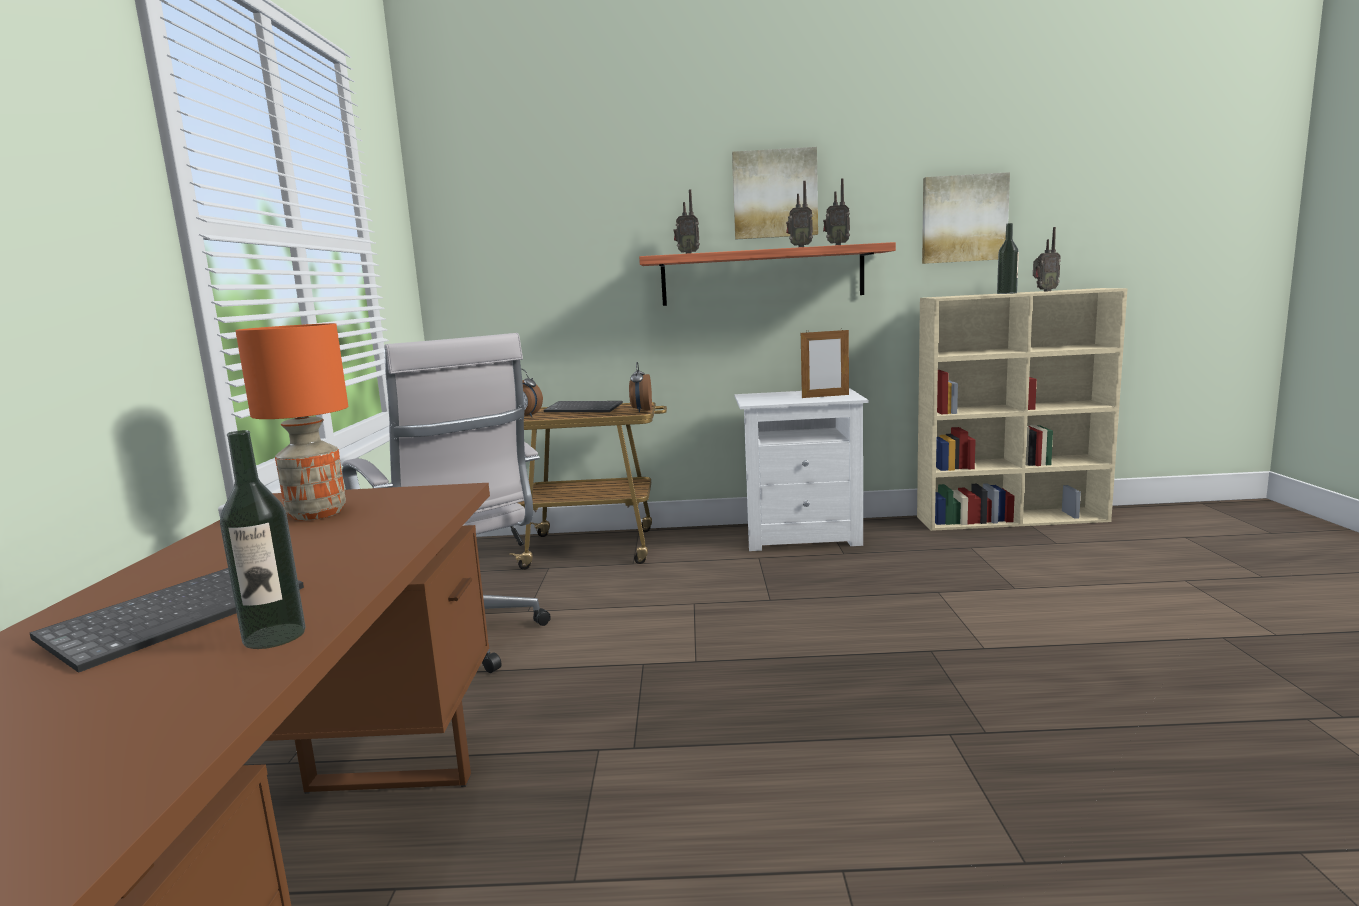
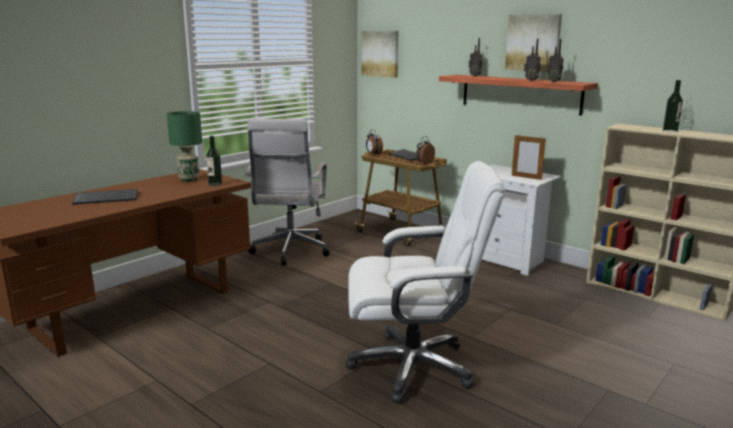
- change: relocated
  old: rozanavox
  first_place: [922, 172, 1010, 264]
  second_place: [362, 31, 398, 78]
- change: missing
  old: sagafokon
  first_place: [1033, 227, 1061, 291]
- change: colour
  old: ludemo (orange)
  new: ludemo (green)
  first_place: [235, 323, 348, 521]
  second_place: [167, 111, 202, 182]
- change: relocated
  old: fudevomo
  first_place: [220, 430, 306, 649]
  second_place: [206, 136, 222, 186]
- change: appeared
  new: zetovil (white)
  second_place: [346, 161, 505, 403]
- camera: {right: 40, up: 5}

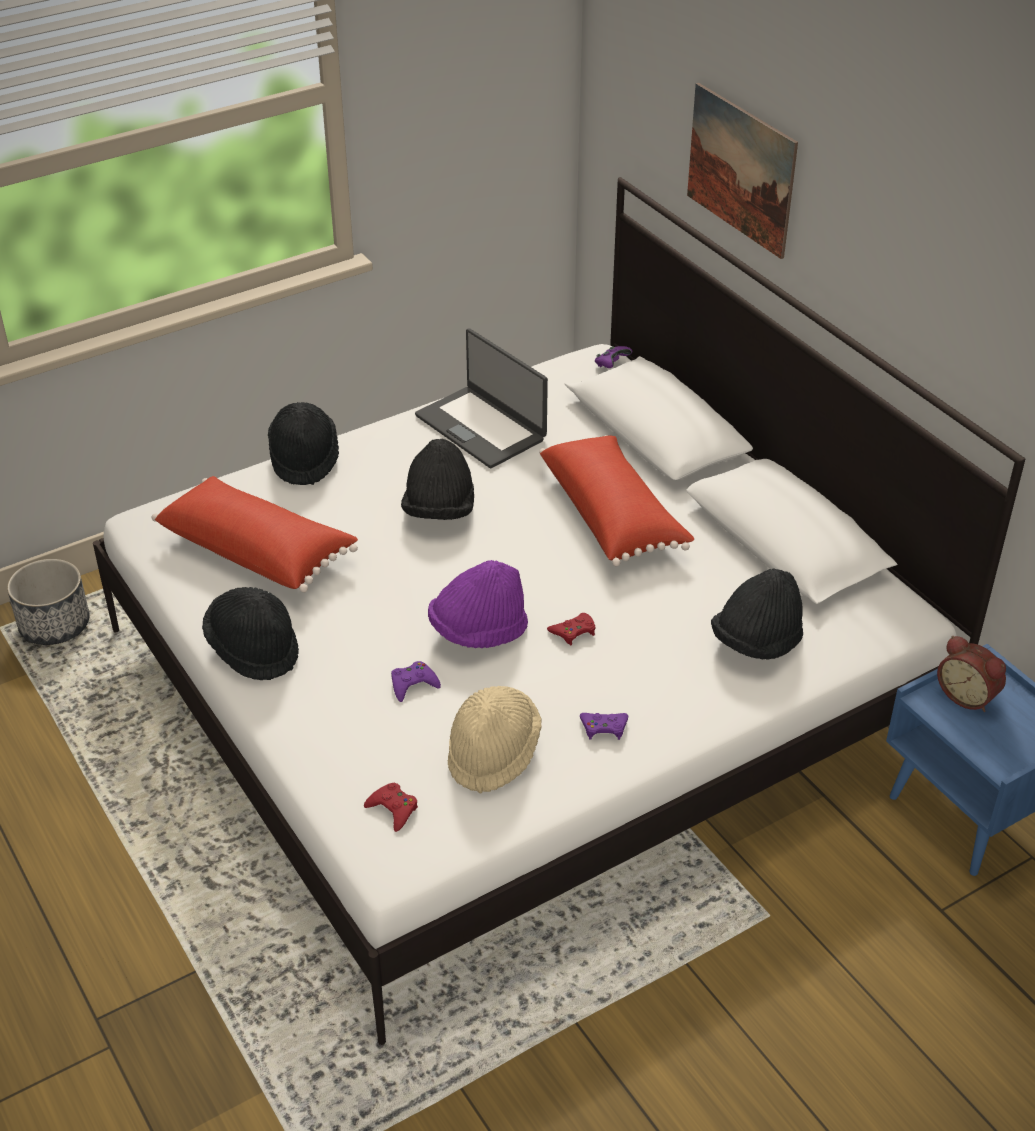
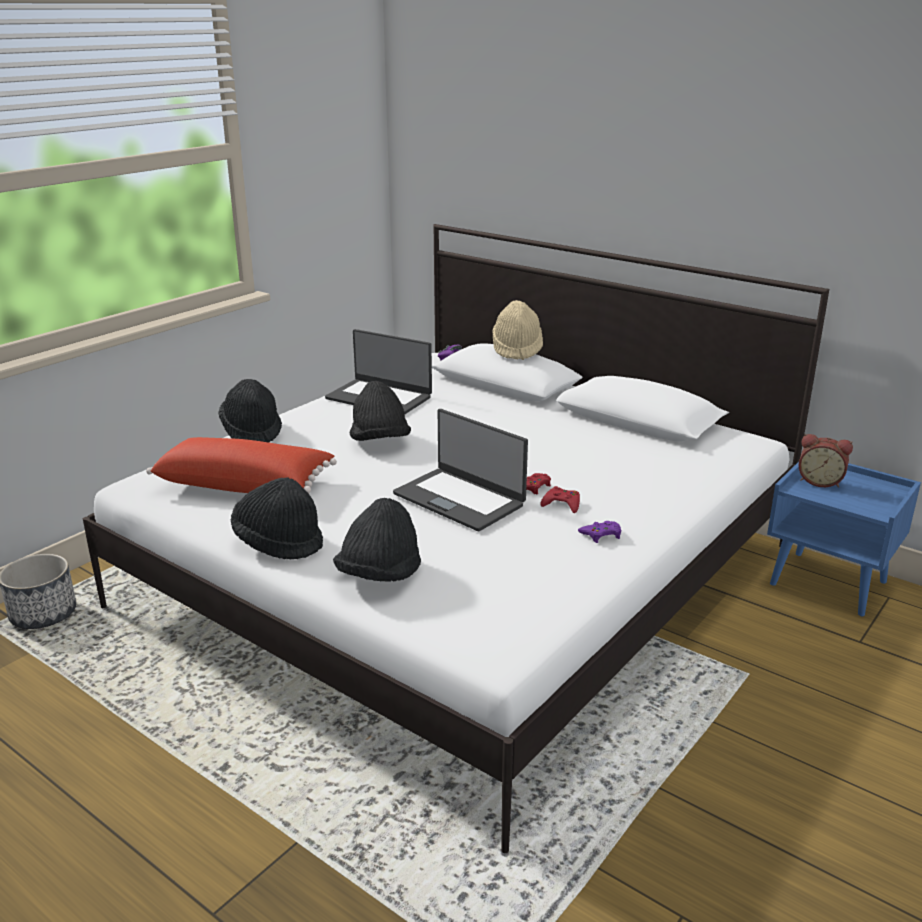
- change: missing
  old: rozanavox
  first_place: [687, 83, 798, 259]
- change: missing
  old: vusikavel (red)
  first_place: [539, 435, 694, 566]
- change: exchanged
  old: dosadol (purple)
  new: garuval
  first_place: [428, 560, 528, 648]
  second_place: [393, 409, 528, 531]
- change: relocated
  old: dosadol (black)
  first_place: [711, 568, 803, 660]
  second_place: [333, 498, 421, 582]
- change: missing
  old: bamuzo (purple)
  first_place: [391, 661, 441, 702]
- change: relocated
  old: dosadol (beige)
  first_place: [448, 686, 542, 793]
  second_place: [492, 300, 543, 360]
- change: relocated
  old: bamuzo (red)
  first_place: [364, 783, 418, 832]
  second_place: [540, 486, 580, 513]
- camera: {right: -20, up: -15}

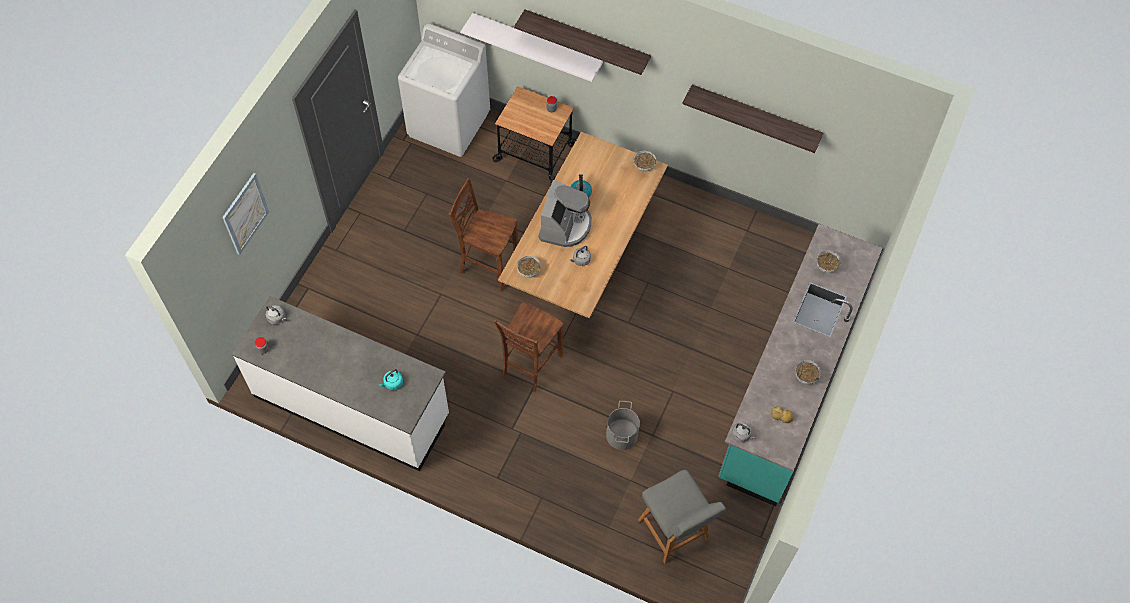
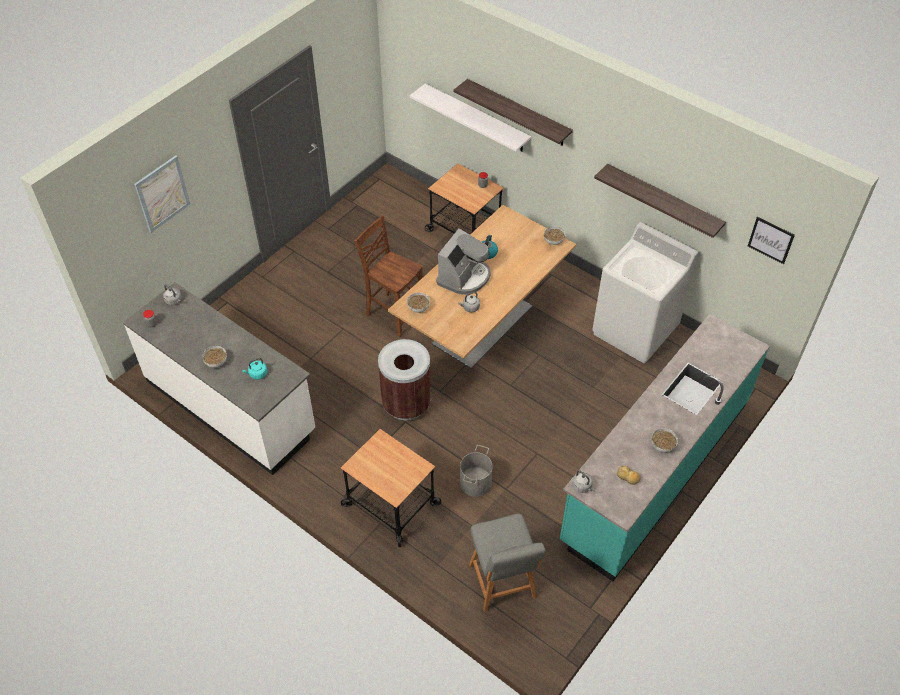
- change: relocated
  old: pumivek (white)
  first_place: [398, 23, 490, 157]
  second_place: [592, 222, 698, 363]
- change: relocated
  old: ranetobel
  first_place: [817, 251, 841, 273]
  second_place: [202, 346, 227, 368]
- change: exchanged
  old: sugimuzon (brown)
  new: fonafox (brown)
  first_place: [494, 302, 563, 393]
  second_place: [378, 339, 431, 420]
- change: appeared
  new: rozanavox
  second_place: [748, 217, 795, 264]
- change: appeared
  new: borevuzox
  second_place: [341, 429, 441, 547]
- camera: {right: 15, up: -10}

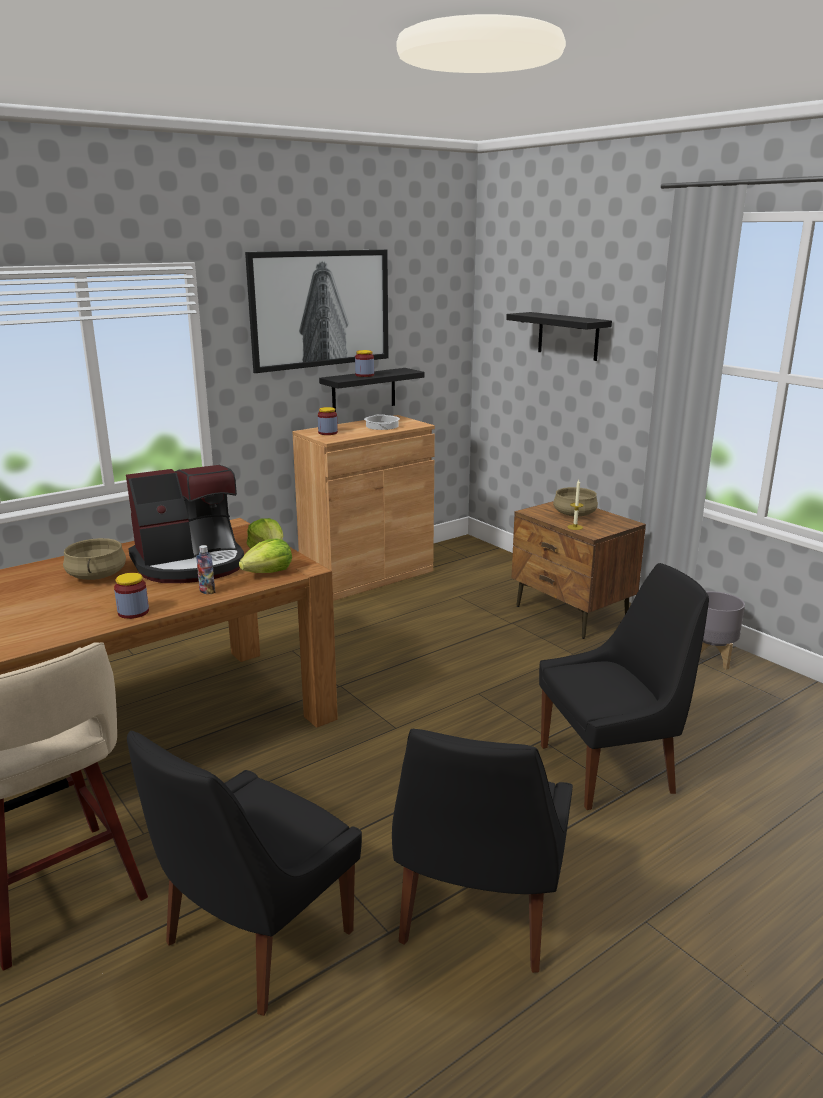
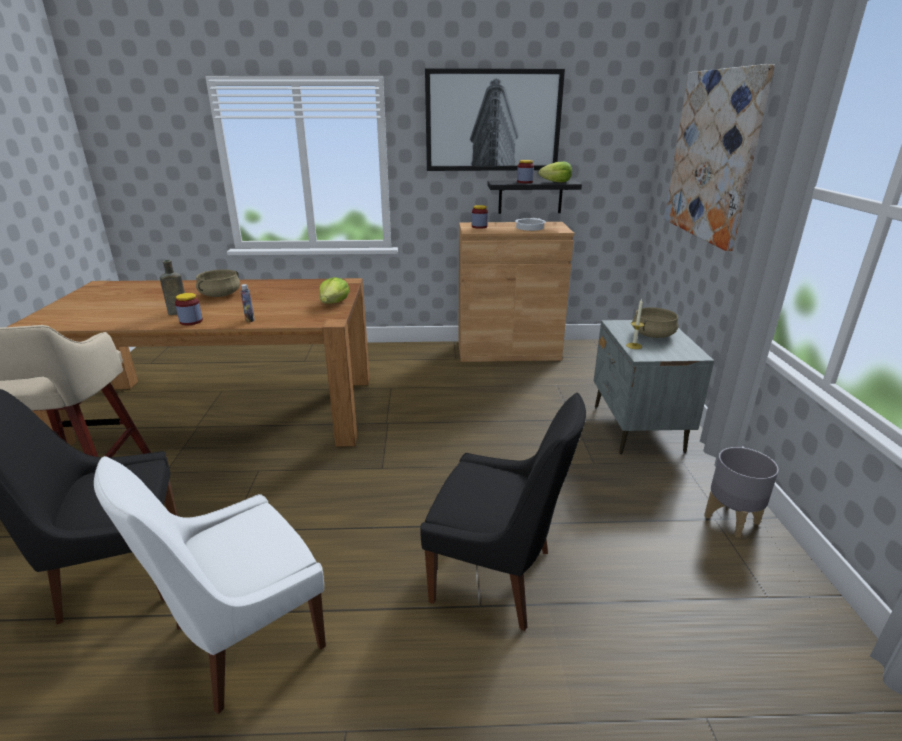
- change: exchanged
  old: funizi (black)
  new: rozanavox
  first_place: [506, 312, 612, 361]
  second_place: [664, 64, 775, 251]
- change: missing
  old: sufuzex
  first_place: [126, 465, 244, 583]
- change: colour
  old: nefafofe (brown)
  new: nefafofe (grey)
  first_place: [511, 501, 646, 639]
  second_place: [594, 320, 714, 454]
- change: relocated
  old: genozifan
  first_place: [239, 539, 292, 573]
  second_place: [539, 161, 572, 182]
- change: colour
  old: sugimuzon (black)
  new: sugimuzon (white)
  first_place: [392, 729, 573, 973]
  second_place: [94, 456, 326, 714]
- change: appeared
  new: fudevomo (brown)
  second_place: [160, 260, 185, 315]
- camera: {right: 35, up: 5}

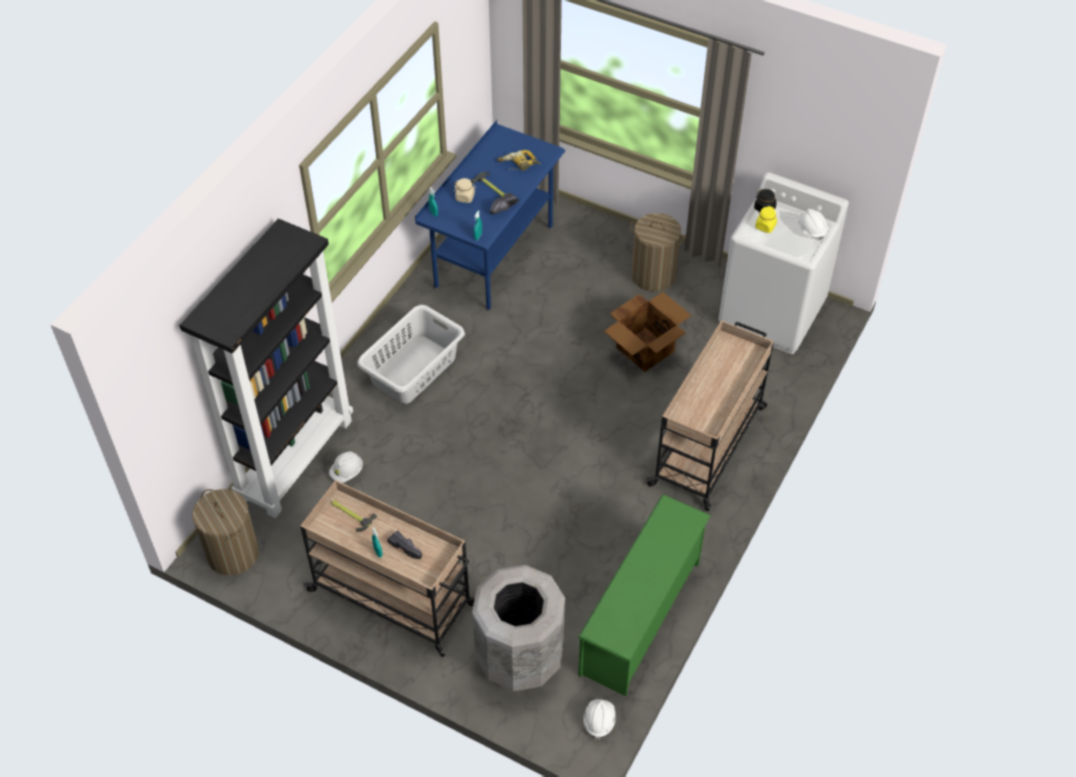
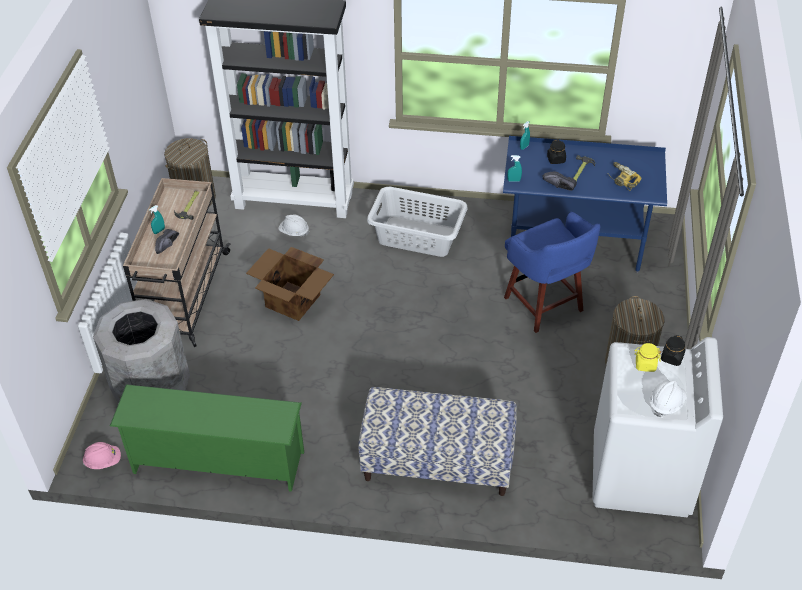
- change: colour
  old: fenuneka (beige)
  new: fenuneka (black)
  first_place: [454, 178, 476, 203]
  second_place: [547, 140, 566, 164]
- change: relocated
  old: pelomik
  first_place: [604, 292, 691, 372]
  second_place: [246, 247, 334, 321]
- change: exchanged
  old: borevuzox (beige)
  new: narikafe
  first_place: [646, 320, 774, 511]
  second_place: [358, 387, 517, 496]
- change: colour
  old: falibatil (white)
  new: falibatil (pink)
  first_place: [583, 699, 615, 739]
  second_place: [83, 442, 121, 469]
- change: appeared
  new: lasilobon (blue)
  second_place: [504, 212, 600, 333]
- camera: {right: 70, up: -5}

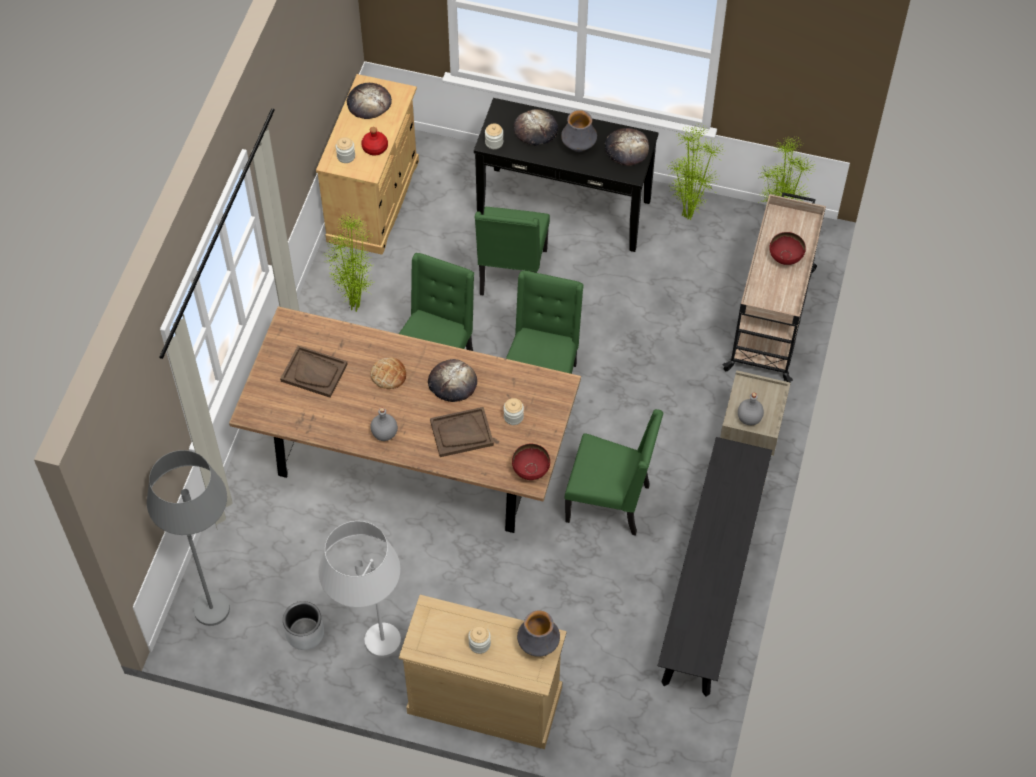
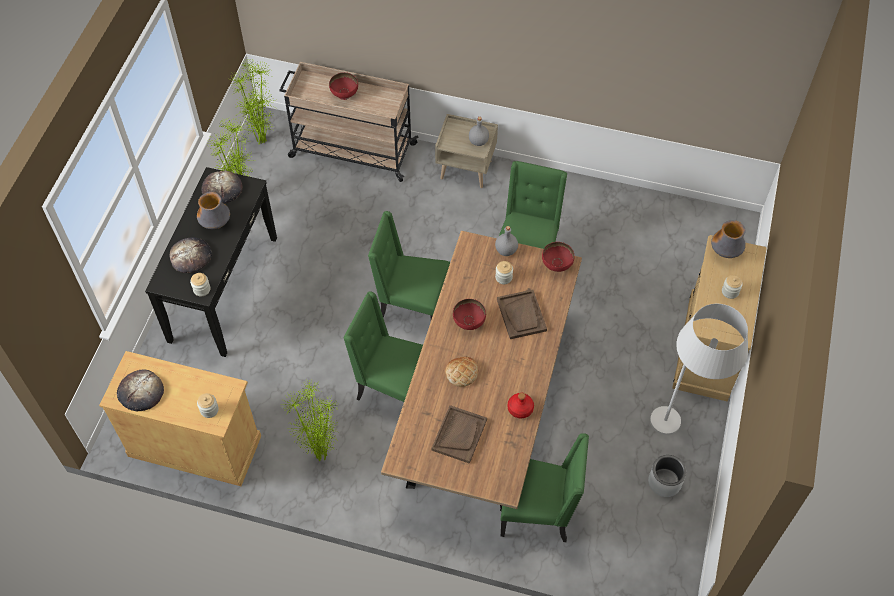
- change: relocated
  old: fudevomo (red)
  first_place: [361, 127, 388, 156]
  second_place: [508, 392, 534, 418]
- change: relocated
  old: sugimuzon (green)
  first_place: [475, 207, 550, 296]
  second_place: [500, 433, 589, 543]
- change: exchanged
  old: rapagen
  new: ranetobel (red)
  first_place: [428, 359, 477, 402]
  second_place: [453, 299, 486, 330]
- change: relocated
  old: fudevomo (grey)
  first_place: [370, 407, 398, 441]
  second_place: [495, 226, 518, 256]
- change: missing
  old: narikafe (black)
  first_place: [658, 437, 772, 697]
- change: missing
  old: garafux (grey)
  first_place: [147, 450, 230, 626]
- camera: {right: -90, up: 0}

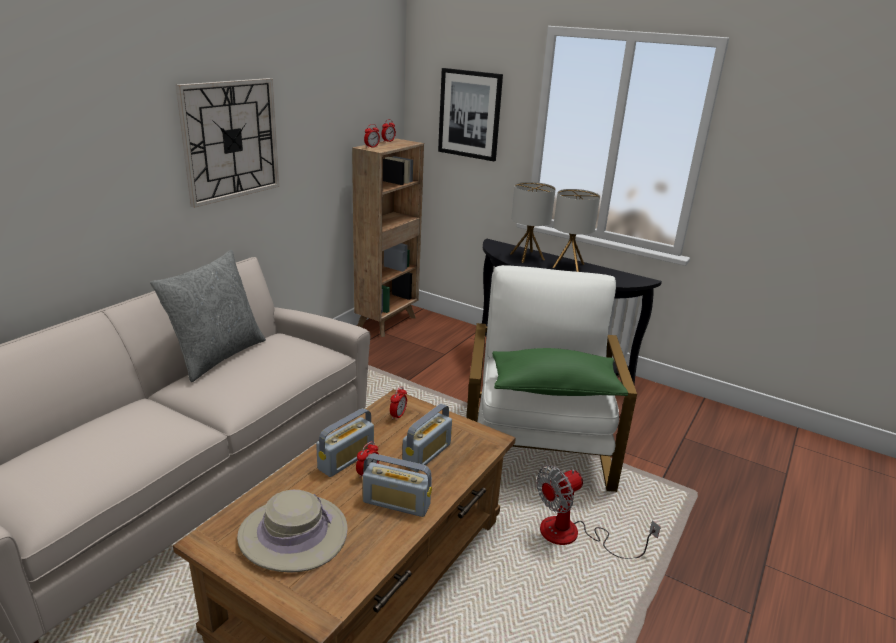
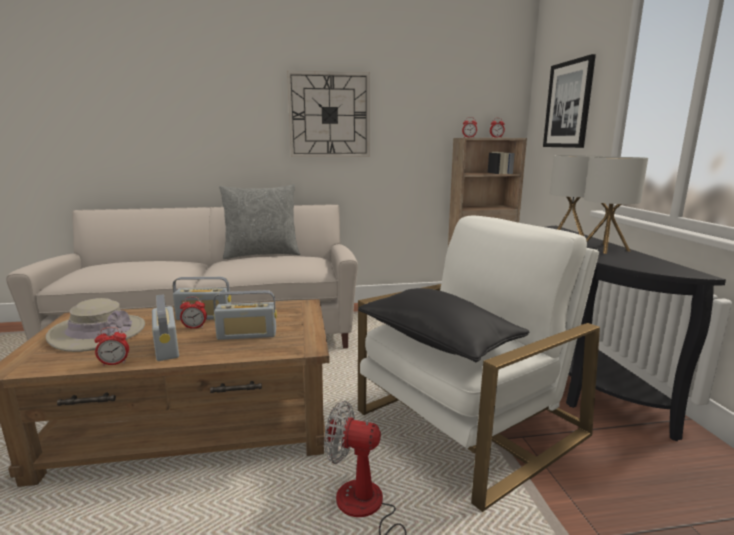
- change: colour
  old: vusikavel (green)
  new: vusikavel (black)
  first_place: [492, 348, 628, 396]
  second_place: [358, 288, 529, 362]
- change: relocated
  old: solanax
  first_place: [390, 386, 407, 420]
  second_place: [94, 327, 129, 366]
- camera: {right: 50, up: -10}

